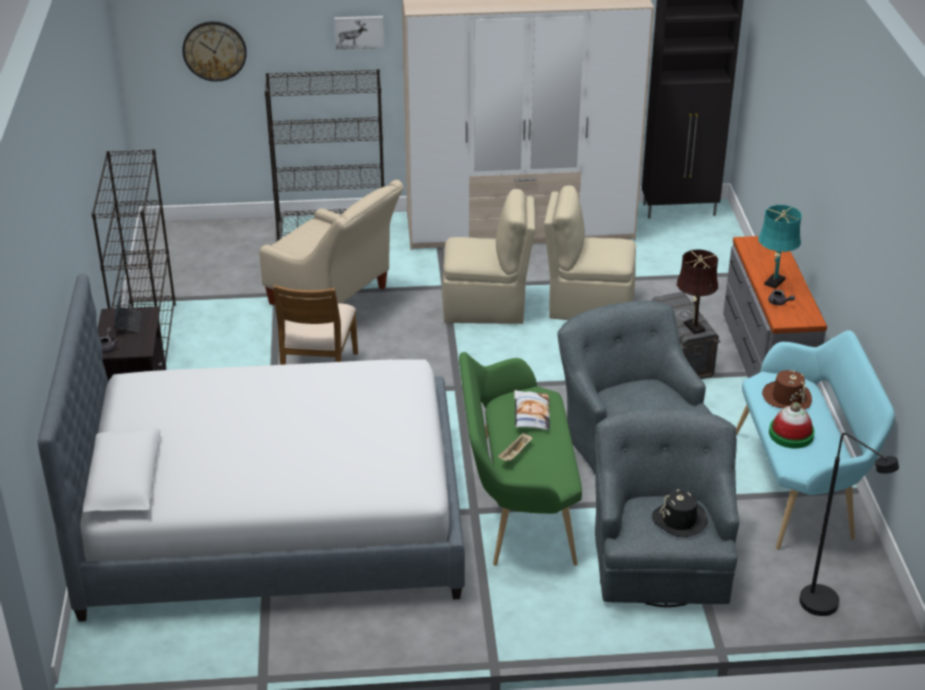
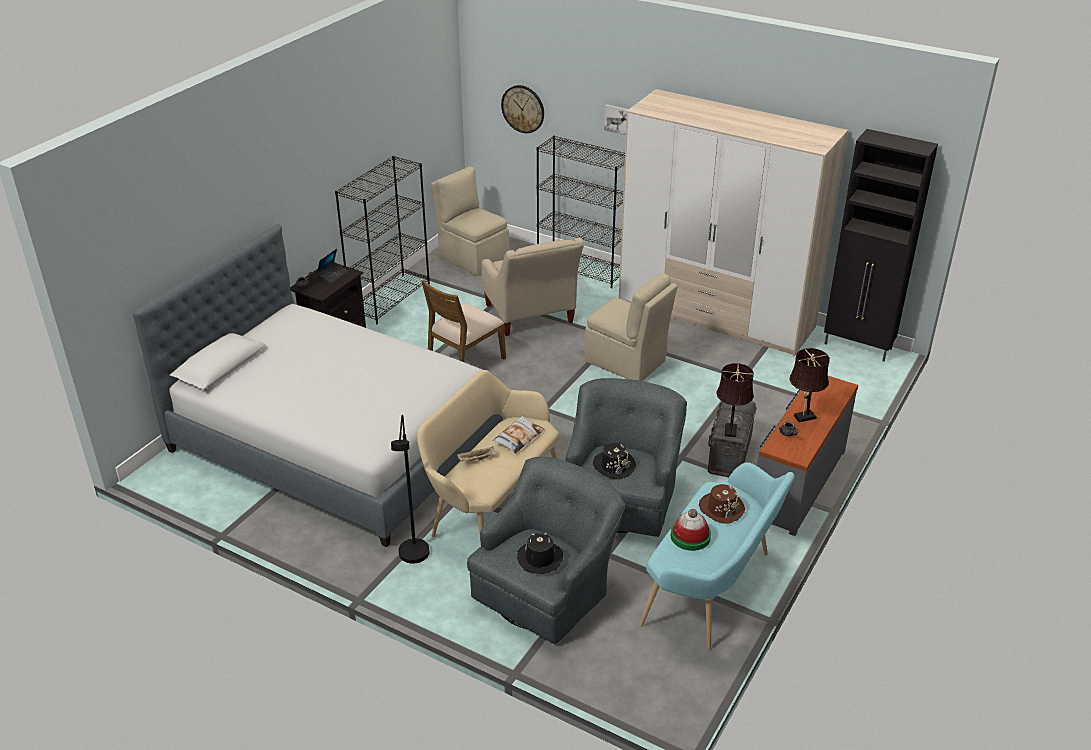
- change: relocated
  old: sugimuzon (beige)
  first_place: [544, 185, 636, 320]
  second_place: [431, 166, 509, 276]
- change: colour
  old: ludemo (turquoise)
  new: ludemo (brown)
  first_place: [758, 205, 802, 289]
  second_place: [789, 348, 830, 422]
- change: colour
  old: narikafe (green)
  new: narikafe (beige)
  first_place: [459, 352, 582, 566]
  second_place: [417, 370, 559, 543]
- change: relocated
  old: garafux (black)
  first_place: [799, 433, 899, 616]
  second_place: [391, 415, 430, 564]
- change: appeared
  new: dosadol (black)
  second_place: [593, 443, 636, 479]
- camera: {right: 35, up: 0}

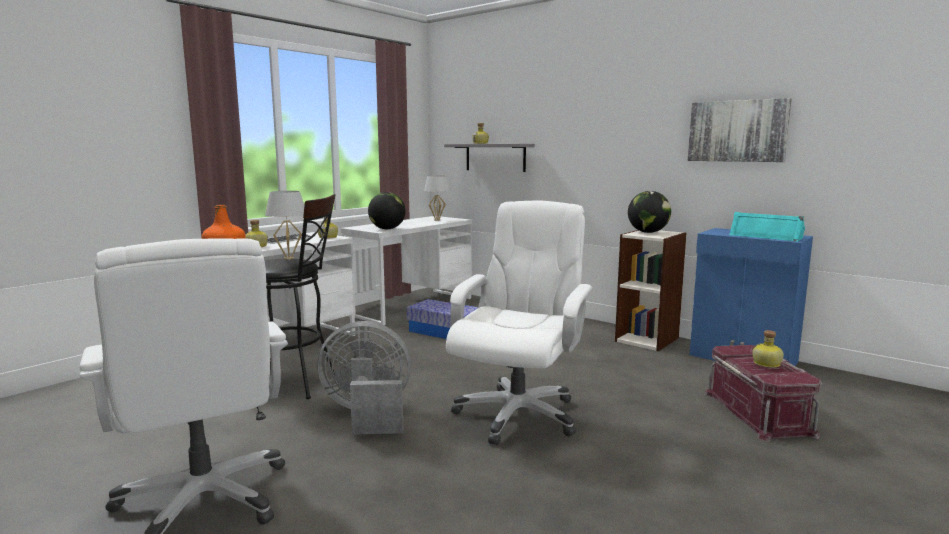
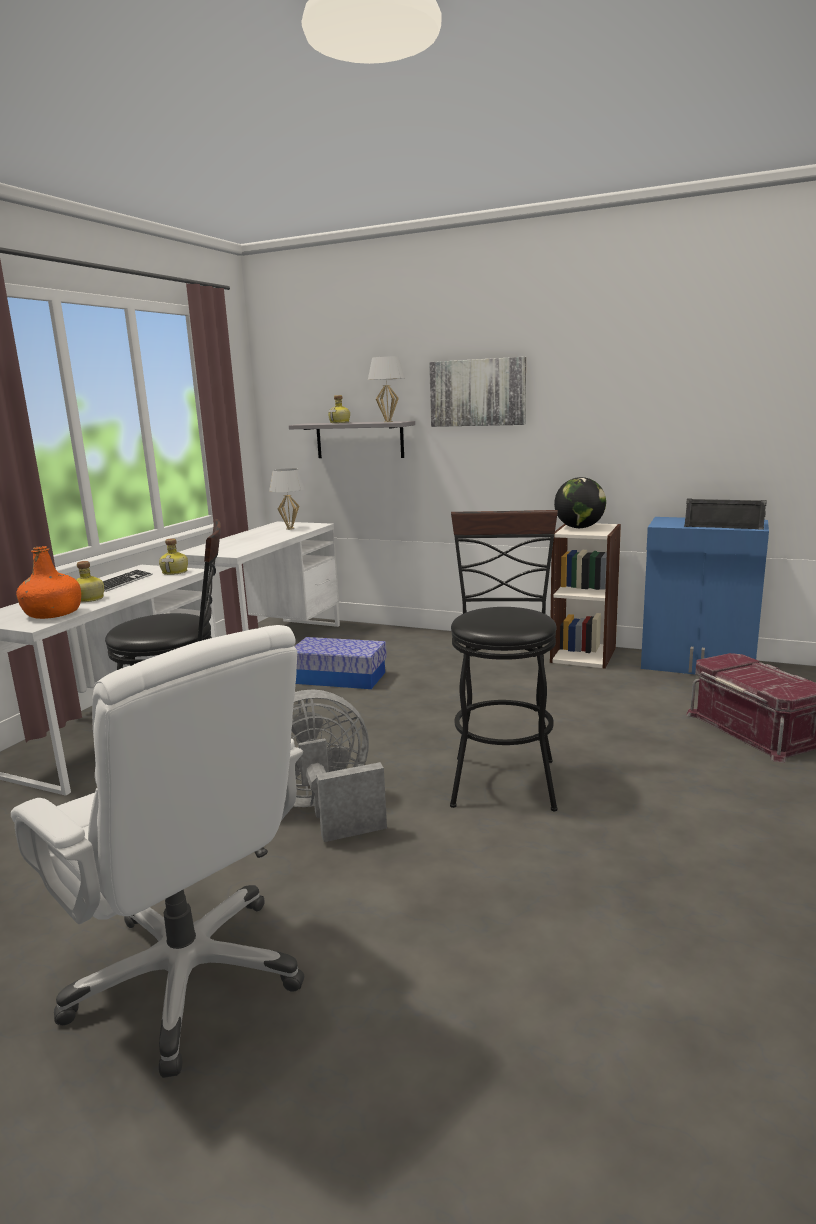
- change: relocated
  old: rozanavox
  first_place: [688, 98, 792, 162]
  second_place: [429, 357, 526, 427]
- change: relocated
  old: ludemo (white)
  first_place: [265, 191, 304, 260]
  second_place: [368, 356, 405, 422]
- change: missing
  old: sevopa
  first_place: [368, 192, 406, 229]
- change: exchanged
  old: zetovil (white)
  new: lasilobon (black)
  first_place: [446, 201, 593, 445]
  second_place: [450, 510, 558, 811]
- change: colour
  old: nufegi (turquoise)
  new: nufegi (black)
  first_place: [729, 212, 805, 242]
  second_place: [684, 498, 767, 530]
- change: missing
  old: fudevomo
  first_place: [752, 330, 784, 368]
- camera: {right: -15, up: 5}

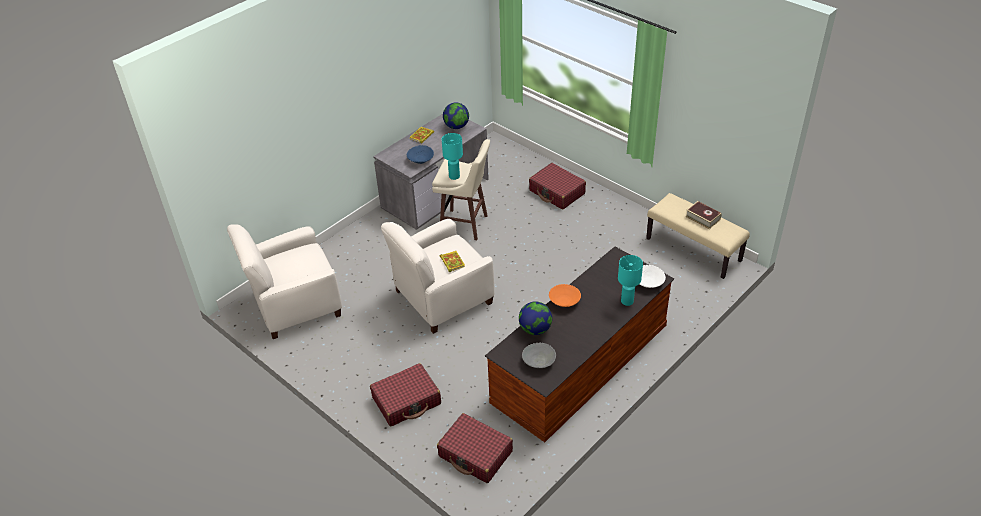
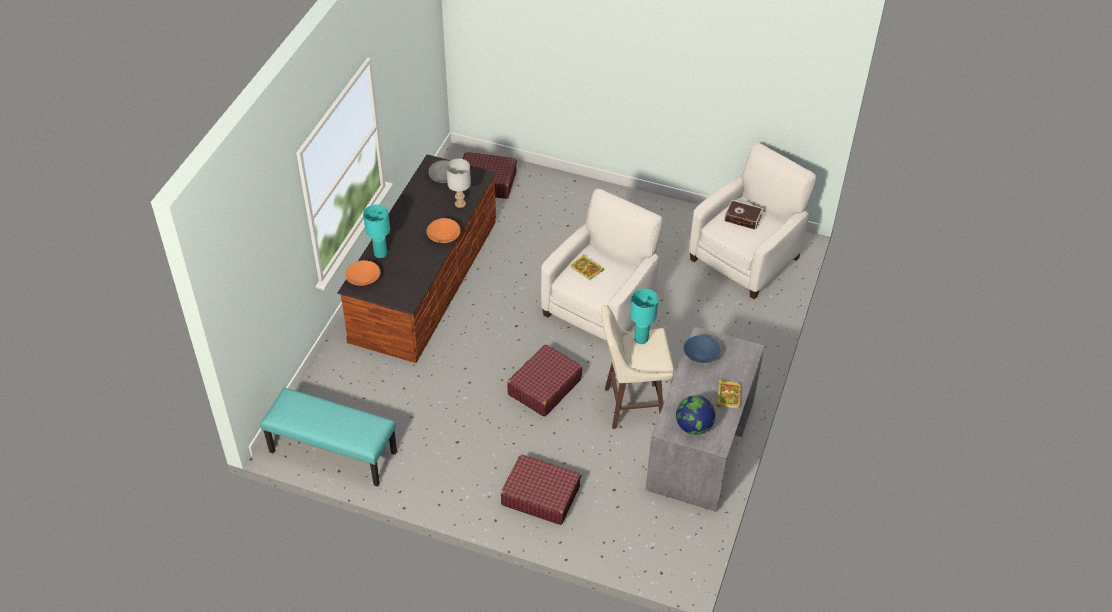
- change: colour
  old: narikafe (beige)
  new: narikafe (turquoise)
  first_place: [646, 193, 750, 279]
  second_place: [260, 388, 397, 487]
- change: relocated
  old: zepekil
  first_place: [685, 201, 722, 229]
  second_place: [724, 200, 763, 230]
- change: colour
  old: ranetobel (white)
  new: ranetobel (orange)
  first_place: [639, 265, 666, 288]
  second_place: [345, 260, 380, 286]
- change: exchanged
  old: sevopa
  new: ludemo (grey)
  first_place: [519, 301, 552, 335]
  second_place: [446, 159, 471, 208]
- change: relocated
  old: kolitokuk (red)
  first_place: [370, 363, 441, 426]
  second_place: [507, 344, 582, 417]
- camera: {right: 155, up: 5}

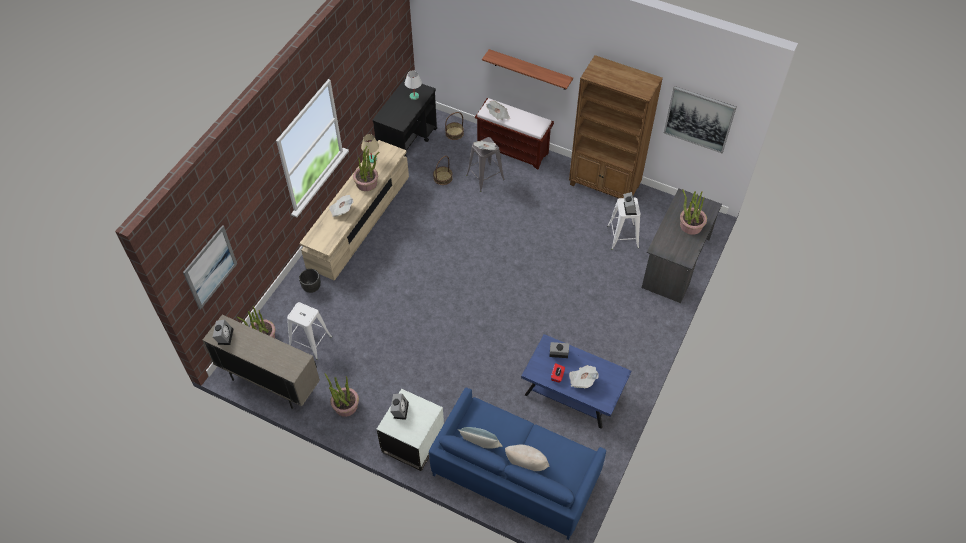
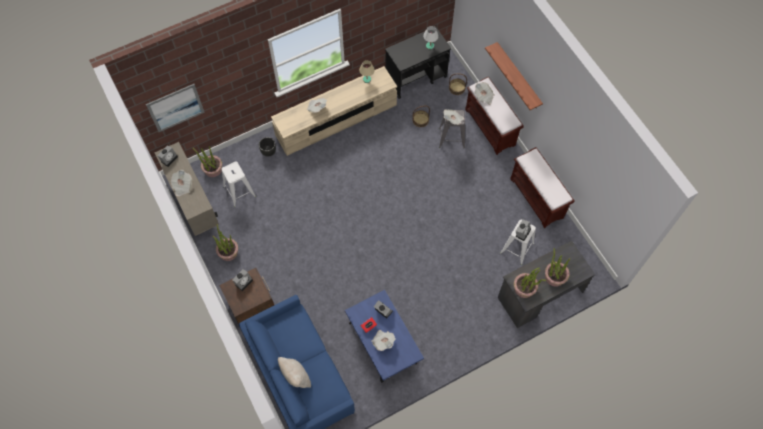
- change: exchanged
  old: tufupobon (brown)
  new: narikafe (brown)
  first_place: [569, 55, 663, 198]
  second_place: [510, 147, 574, 228]
- change: missing
  old: rozanavox
  first_place: [664, 86, 737, 153]
- change: relocated
  old: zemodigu
  first_place: [353, 146, 379, 191]
  second_place: [514, 267, 547, 298]
- change: colour
  old: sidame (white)
  new: sidame (brown)
  first_place: [377, 389, 444, 471]
  second_place: [219, 268, 274, 324]
- change: missing
  old: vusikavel
  first_place: [458, 427, 502, 449]
- change: appeared
  new: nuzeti
  second_place: [170, 170, 192, 197]
- camera: {right: 35, up: 10}

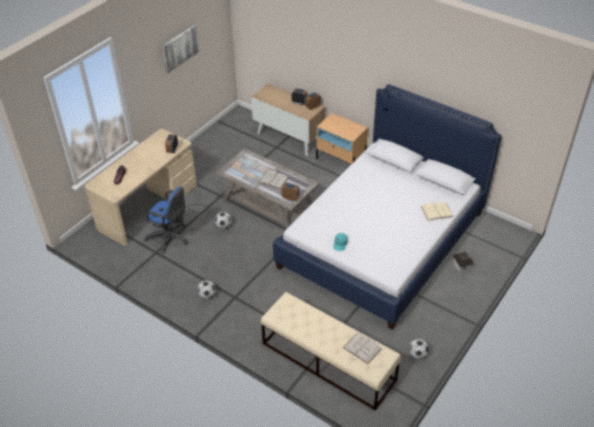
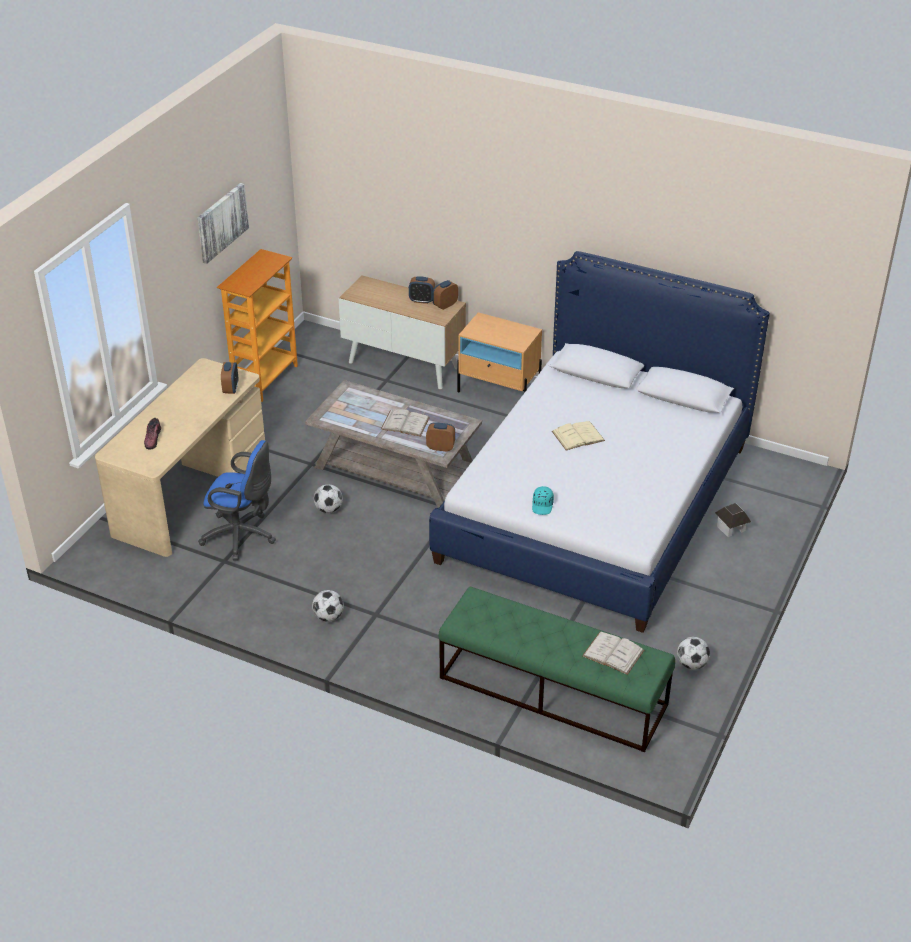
- change: relocated
  old: zepekil (beige)
  first_place: [421, 202, 453, 221]
  second_place: [552, 421, 605, 450]
- change: colour
  old: narikafe (beige)
  new: narikafe (green)
  first_place: [261, 292, 401, 411]
  second_place: [438, 587, 675, 753]
- change: appeared
  new: tufupobon
  second_place: [217, 249, 298, 402]
- camera: {right: -10, up: -5}

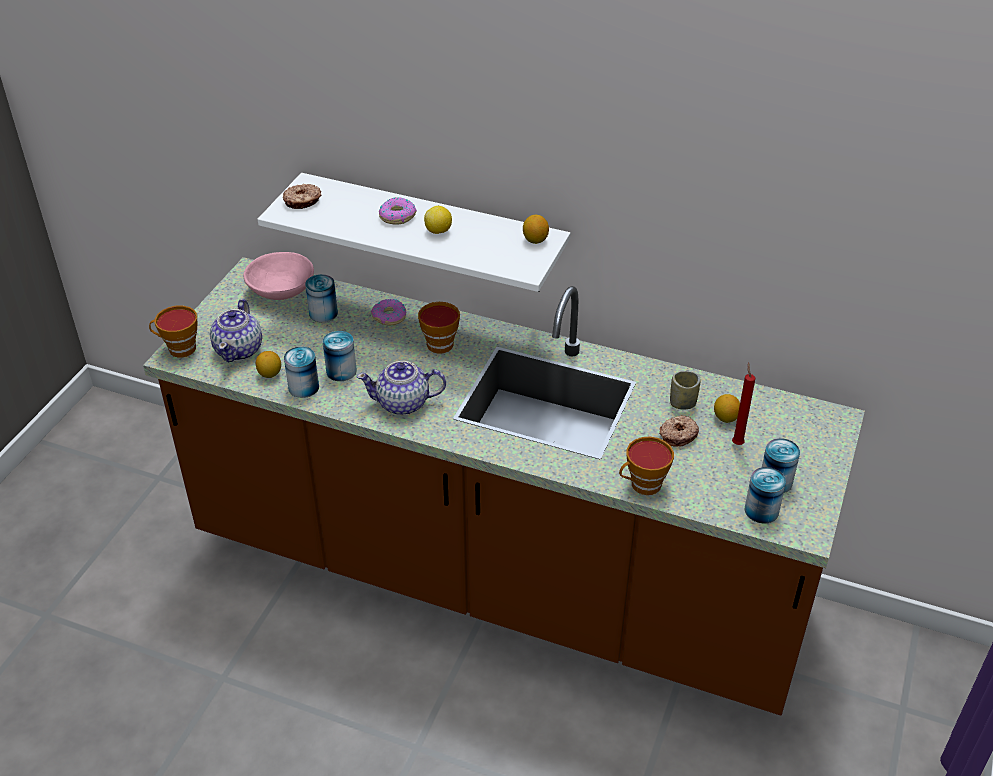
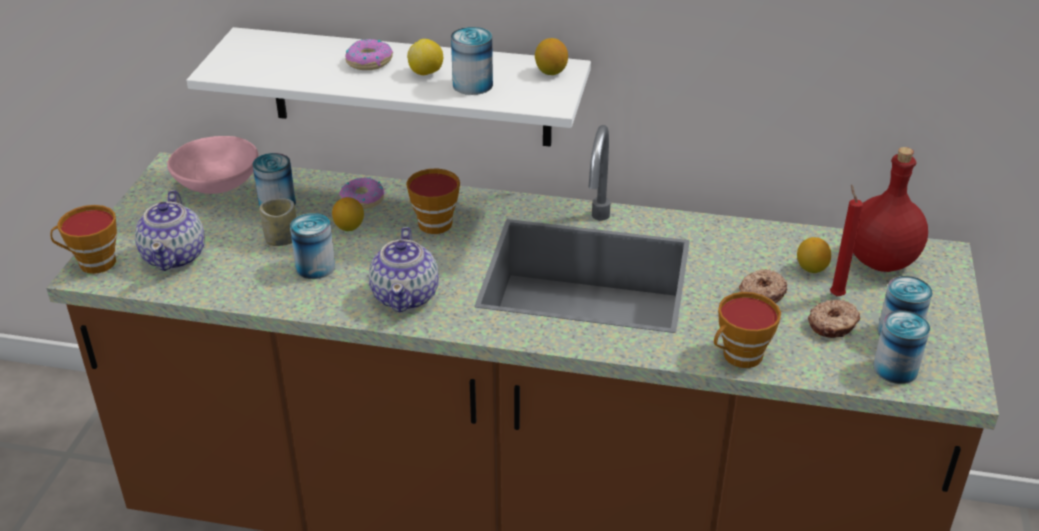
- change: relocated
  old: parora
  first_place: [283, 184, 321, 209]
  second_place: [808, 300, 860, 338]
- change: relocated
  old: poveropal
  first_place: [284, 346, 319, 398]
  second_place: [451, 27, 493, 95]
- change: relocated
  old: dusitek
  first_place: [256, 351, 281, 378]
  second_place: [332, 197, 364, 231]
- change: spun
  old: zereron
  first_place: [356, 361, 446, 415]
  second_place: [369, 227, 439, 312]
  degrees: -75
- change: relocated
  old: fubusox
  first_place: [670, 371, 701, 409]
  second_place: [259, 198, 296, 246]
- change: appeared
  new: fudevomo (red)
  second_place: [853, 147, 928, 272]
- camera: {right: -10, up: -5}

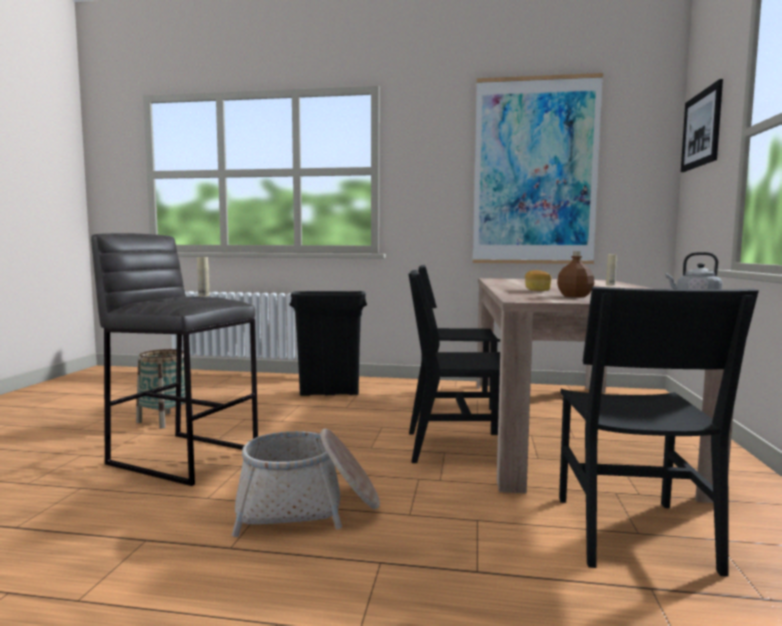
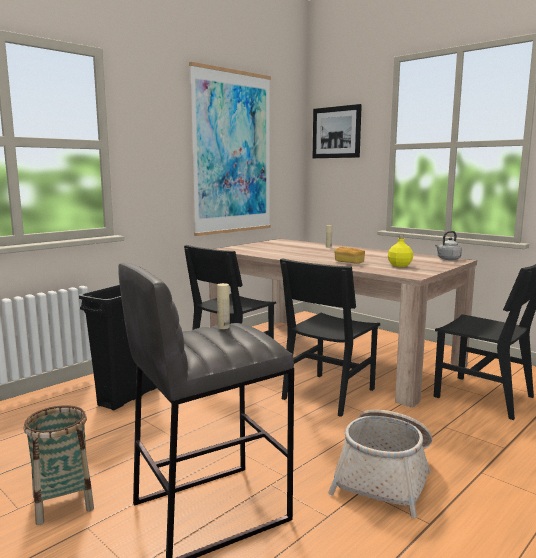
- change: colour
  old: fudevomo (brown)
  new: fudevomo (yellow)
  first_place: [557, 251, 594, 297]
  second_place: [388, 235, 413, 267]
- camera: {right: -55, up: 5}

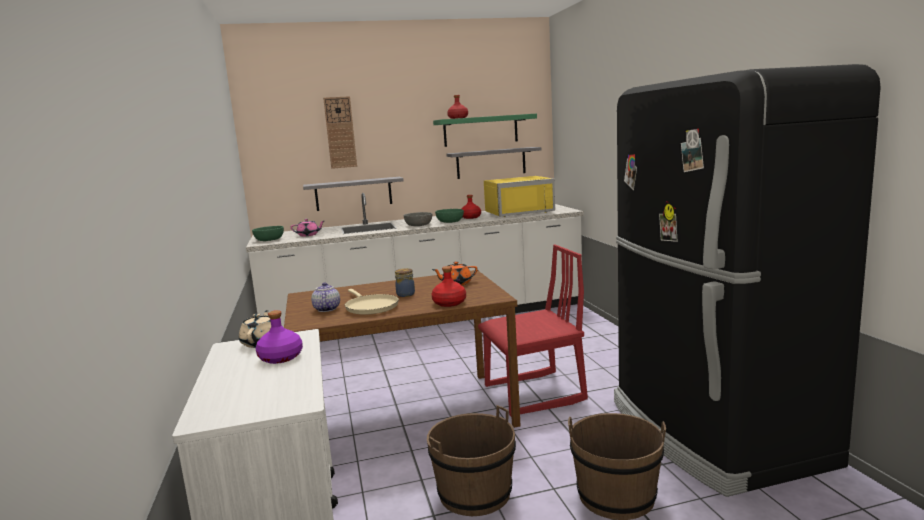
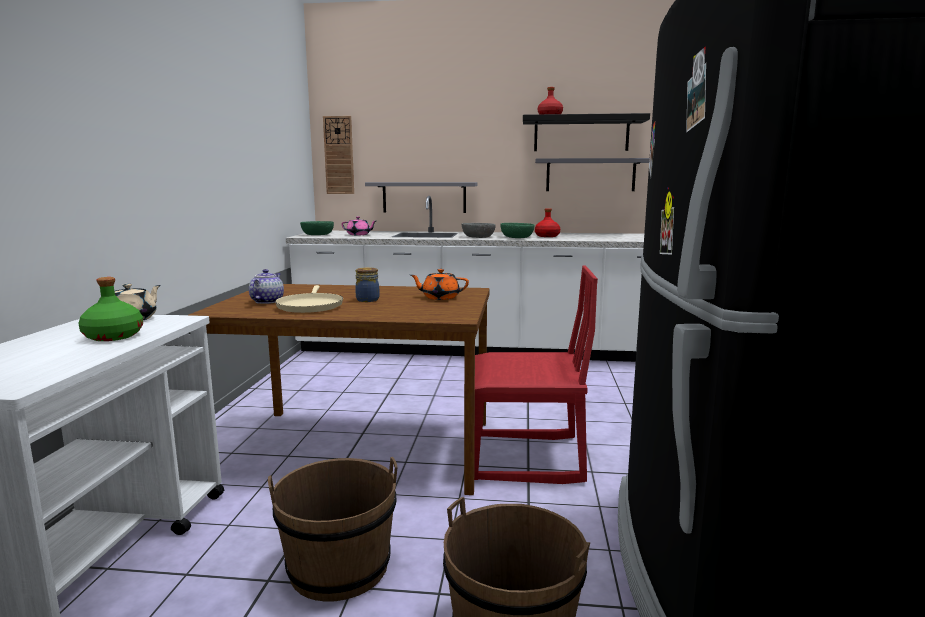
- change: relocated
  old: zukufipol
  first_place: [323, 96, 357, 169]
  second_place: [323, 116, 354, 194]
- change: colour
  old: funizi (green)
  new: funizi (black)
  first_place: [433, 113, 537, 147]
  second_place: [523, 113, 650, 151]
- change: missing
  old: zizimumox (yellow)
  first_place: [484, 176, 555, 217]
- change: missing
  old: fudevomo (red)
  first_place: [431, 266, 466, 307]
- change: colour
  old: fudevomo (purple)
  new: fudevomo (green)
  first_place: [256, 310, 303, 364]
  second_place: [78, 277, 143, 341]
- camera: {right: 20, up: 0}

